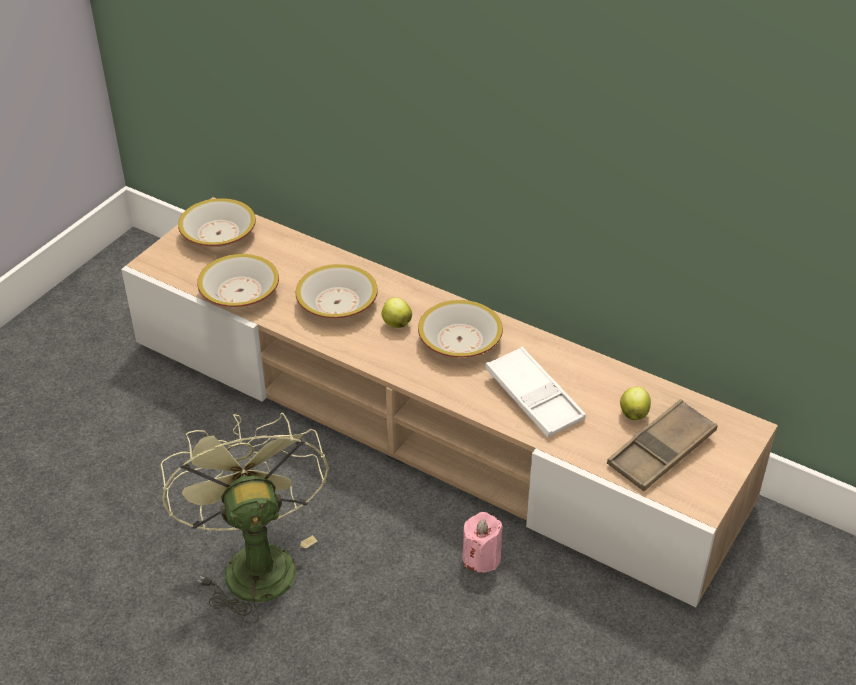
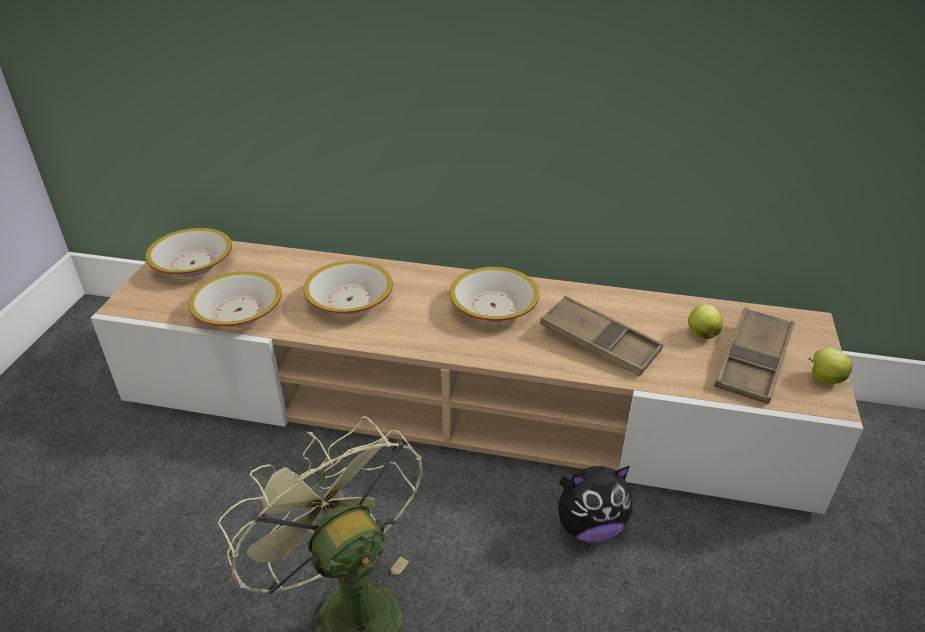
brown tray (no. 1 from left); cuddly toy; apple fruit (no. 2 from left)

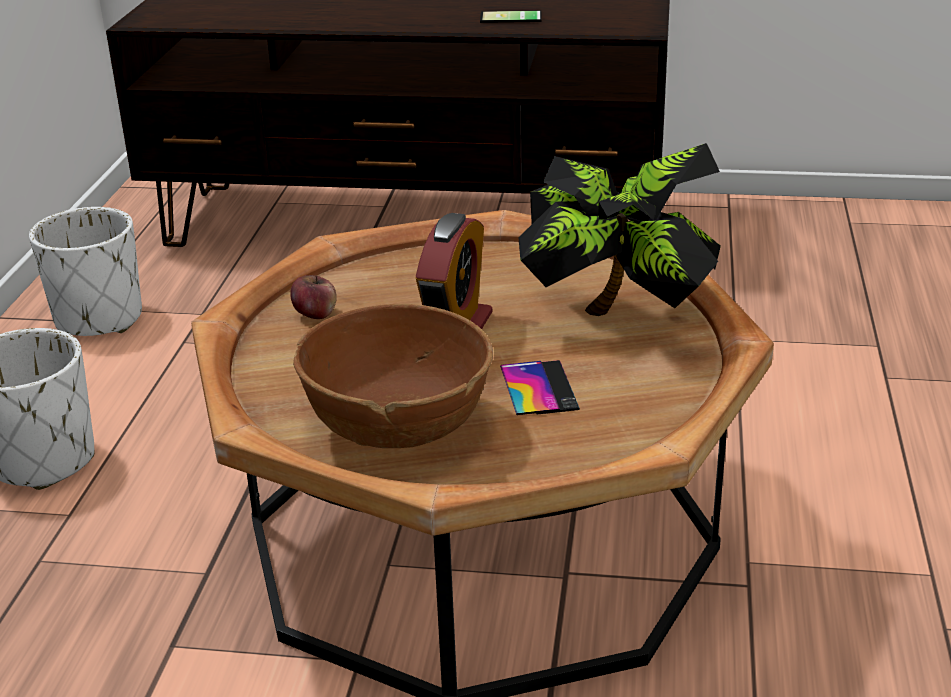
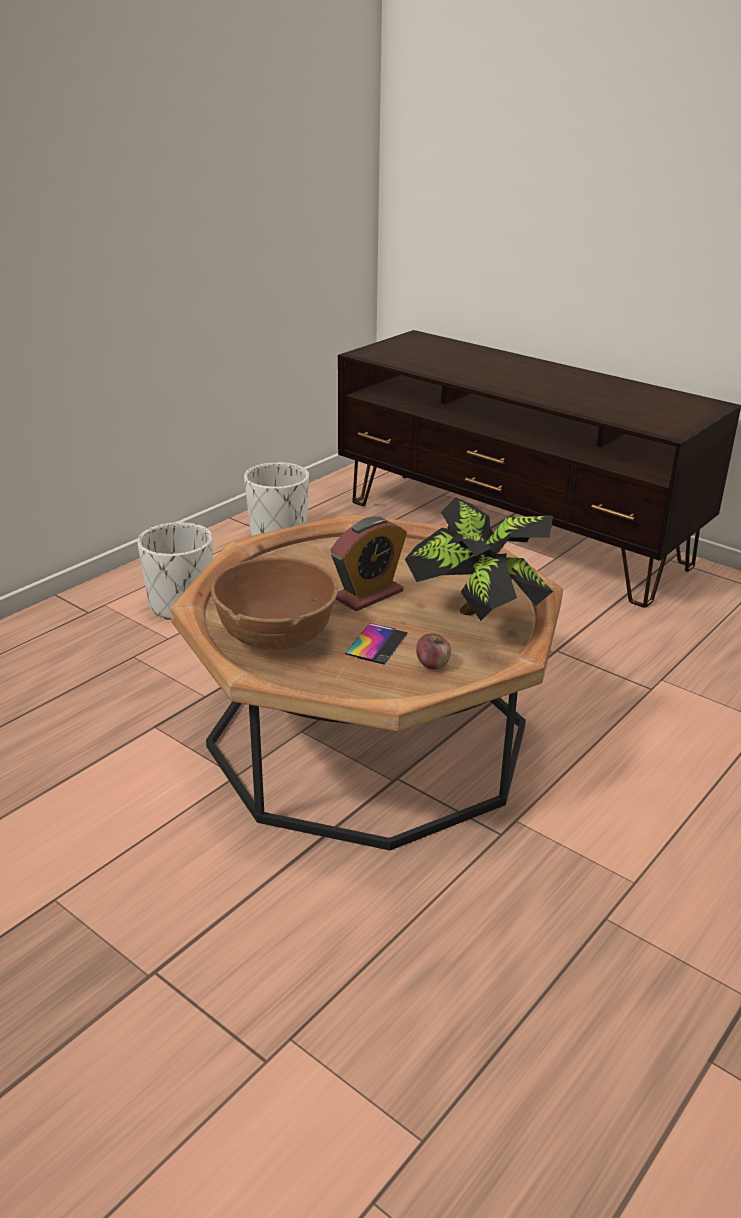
apple fruit; handset (no. 1 from left in the first image)

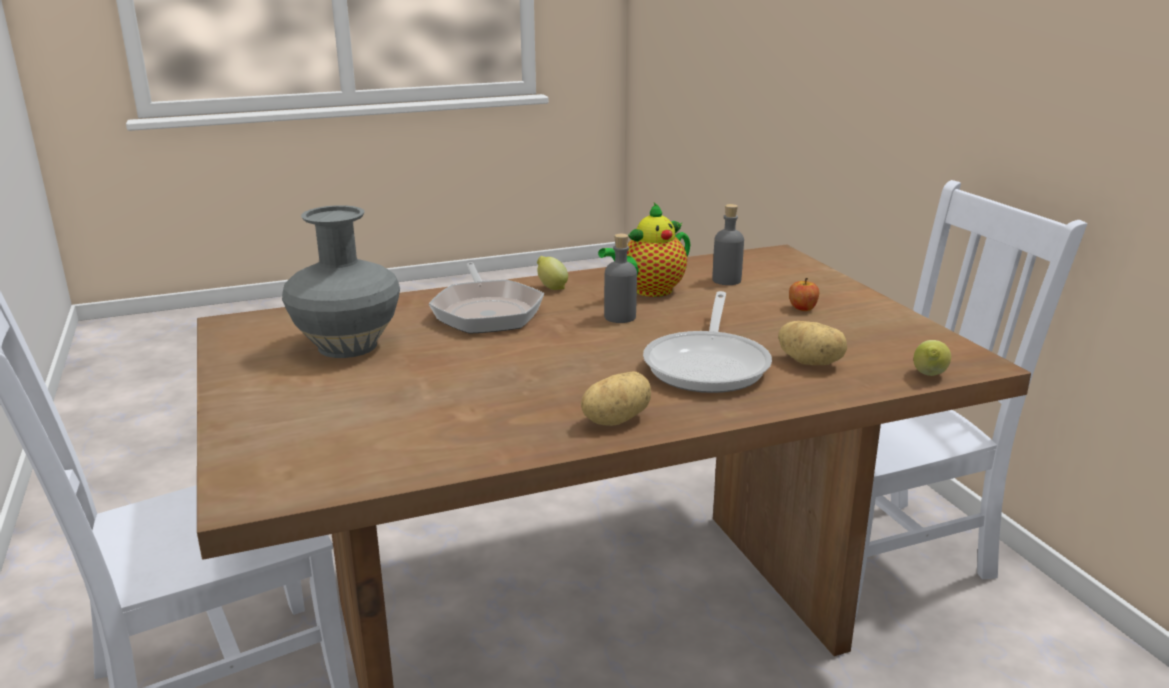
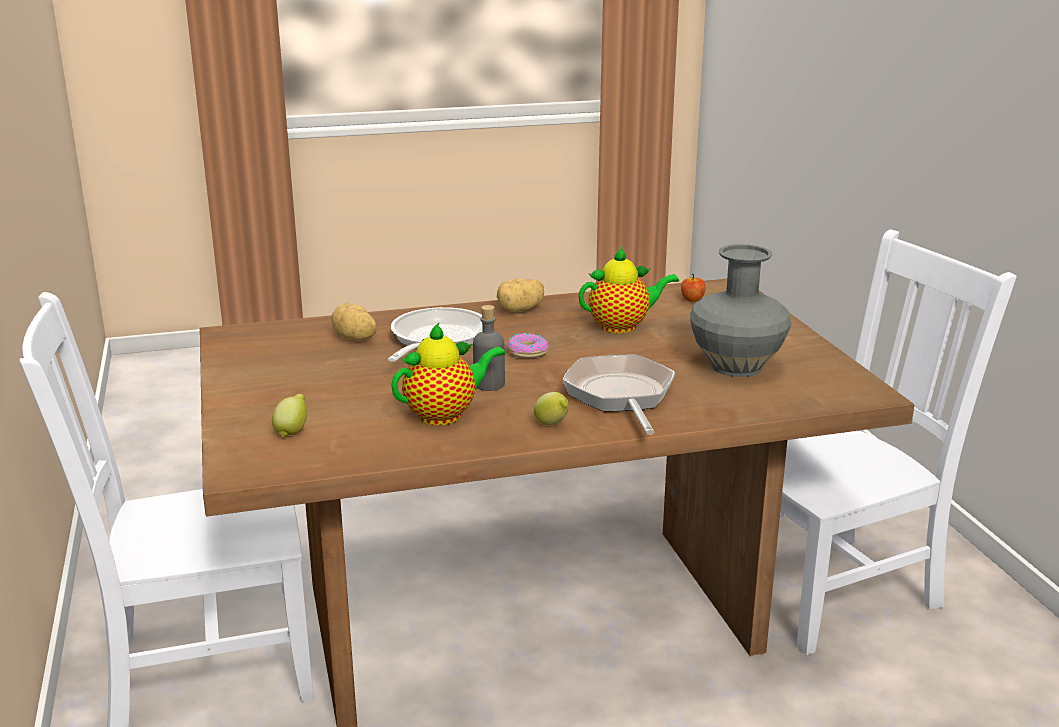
lemon (no. 1 from left); doughnut; teapot (no. 2 from left); apple fruit; grey beverage bottle (no. 2 from left in the first image)

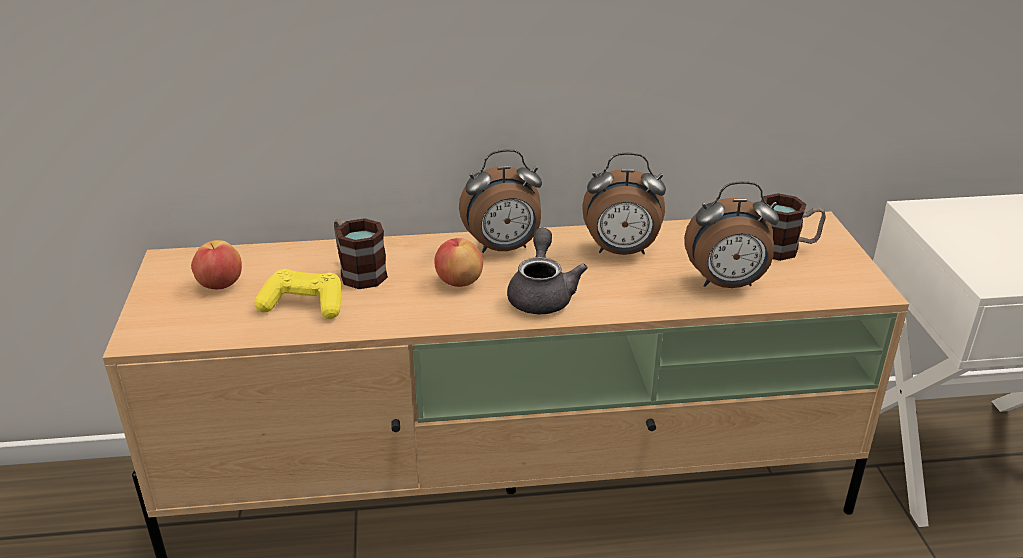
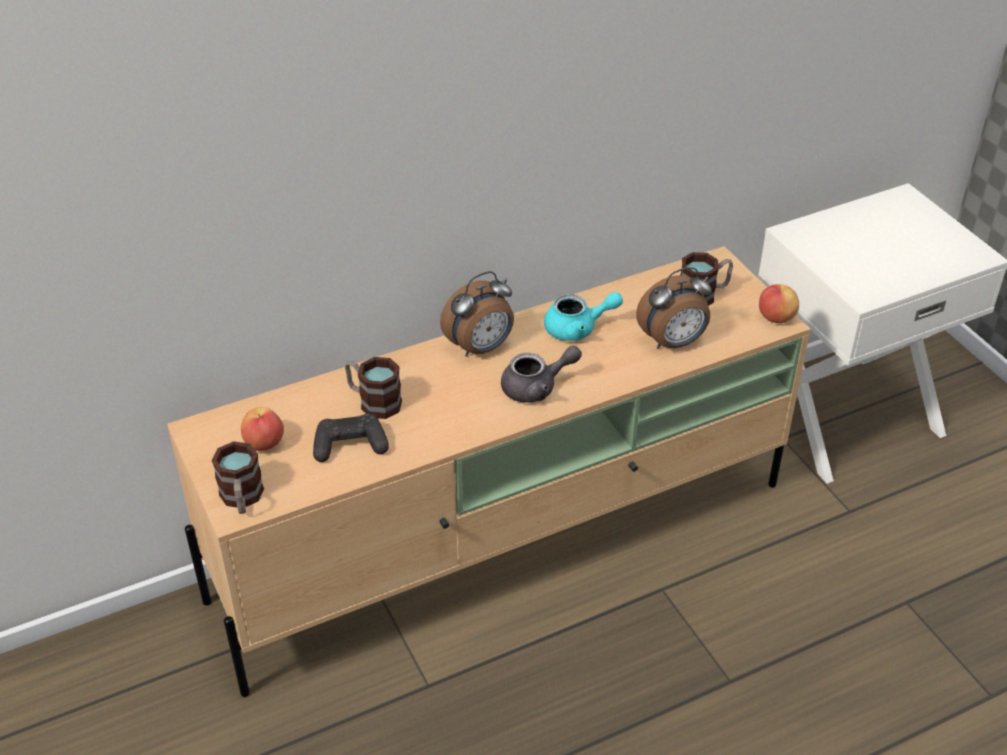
coffee mug (no. 1 from left); blackish gamepad; grey teapot; turquoise-coloured teapot; apple fruit (no. 2 from left)

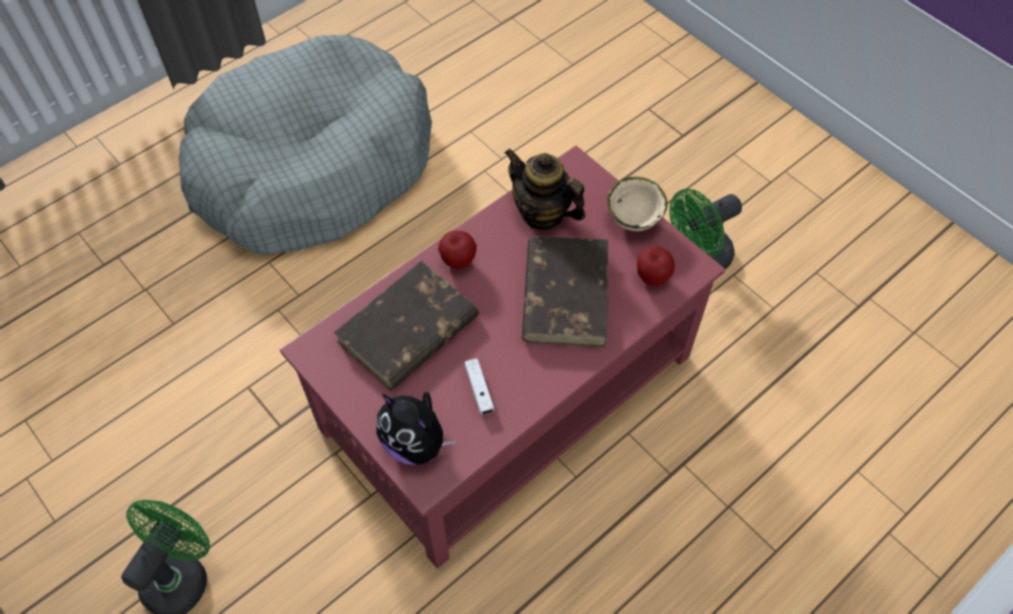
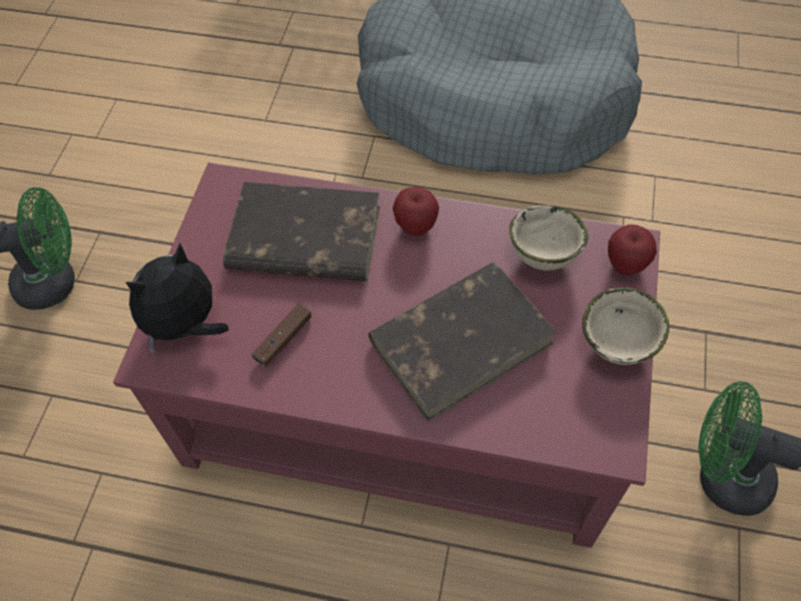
cuddly toy; brown gamepad; beige deep dish (no. 1 from left); apple fruit (no. 2 from left)

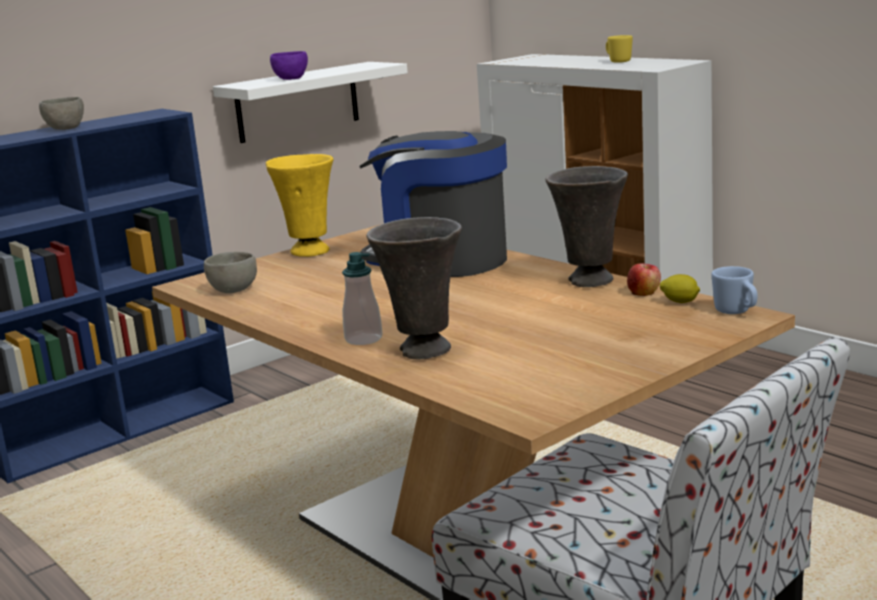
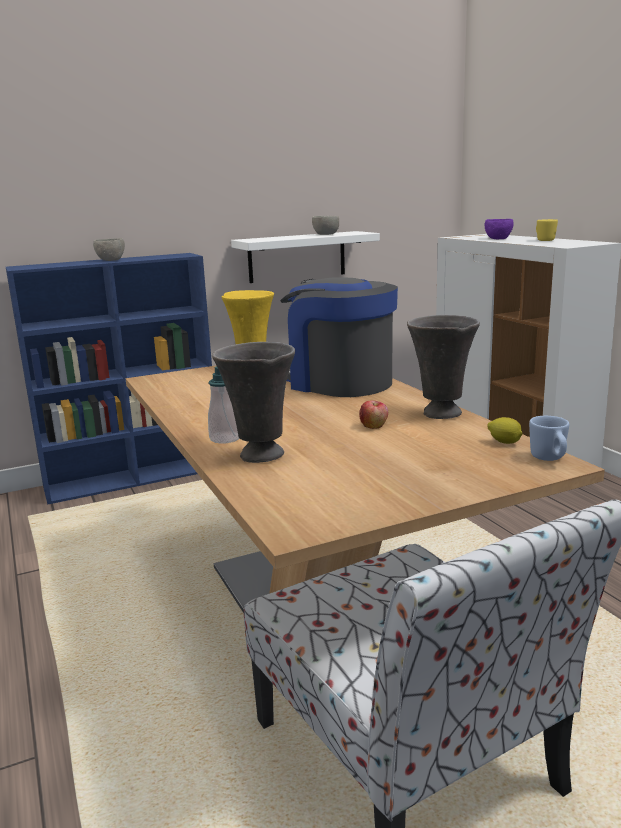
grey deep dish (no. 2 from left); apple fruit; purplish deep dish

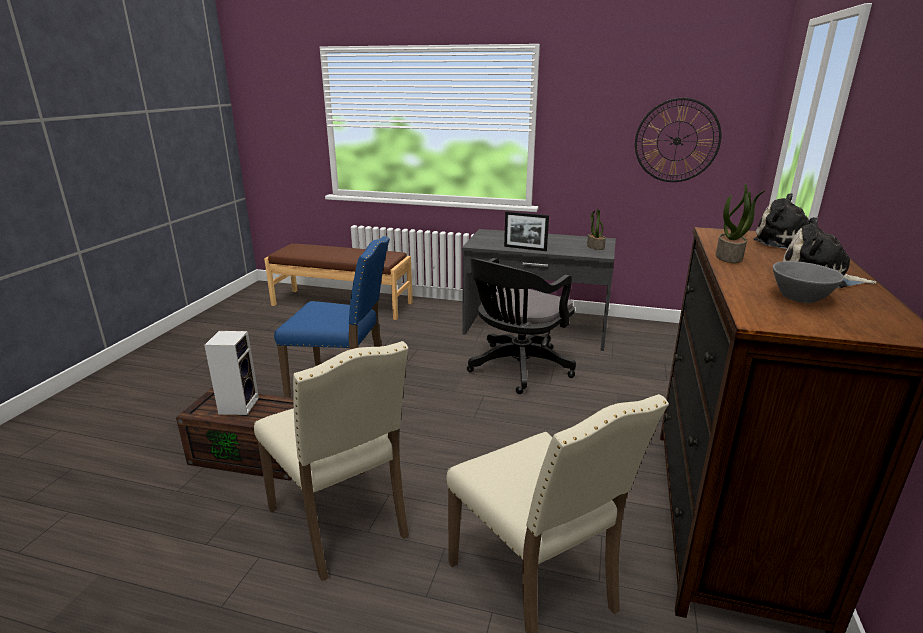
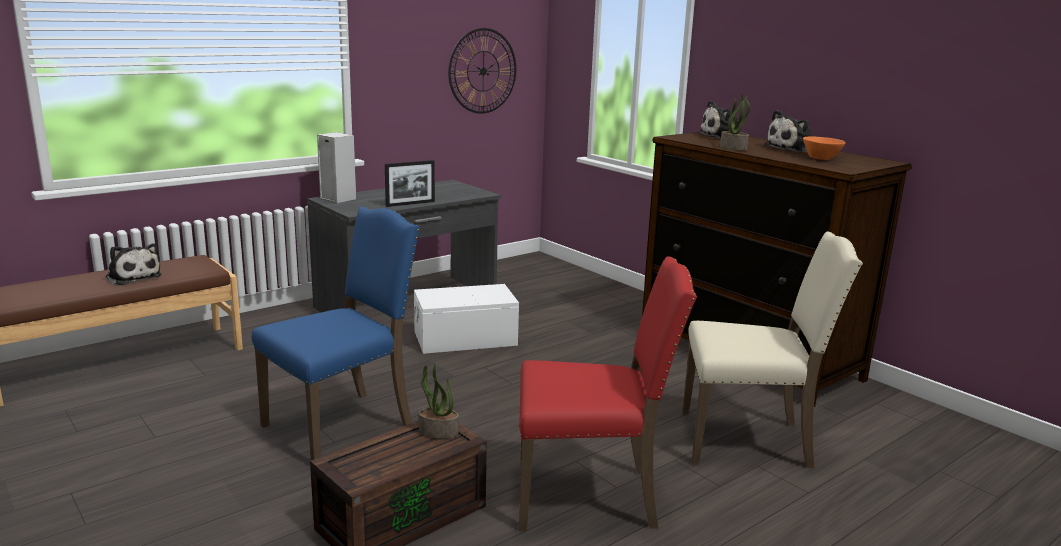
cuddly toy (no. 1 from left); audio speaker; white-coloured storage box; potted plant (no. 1 from left); reddish plain chair; orange deep dish

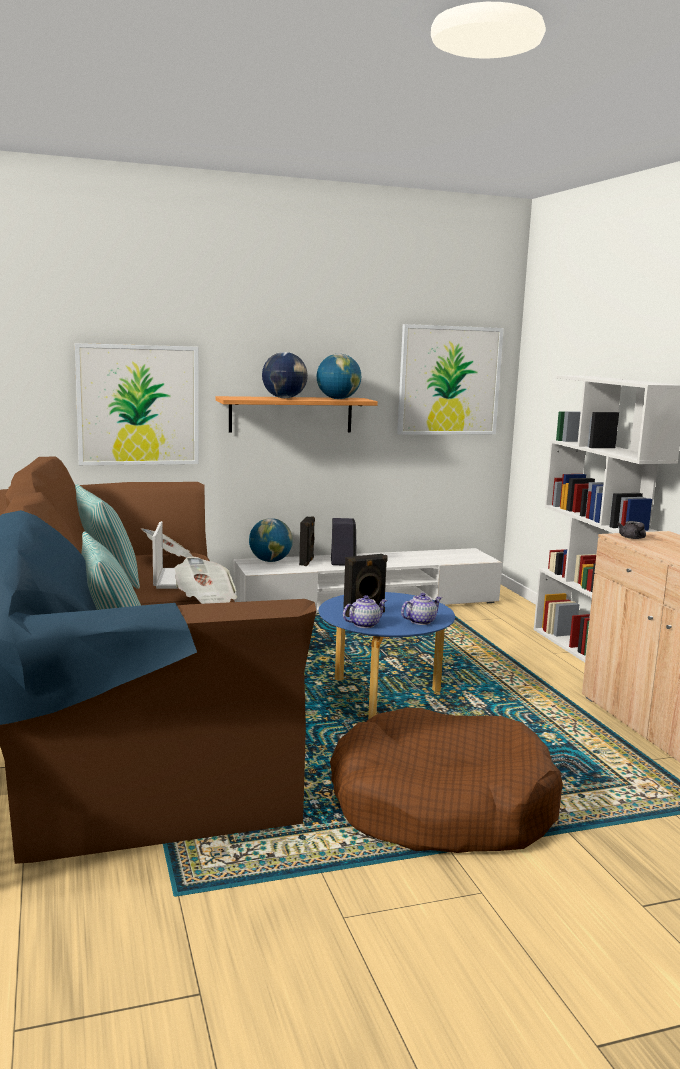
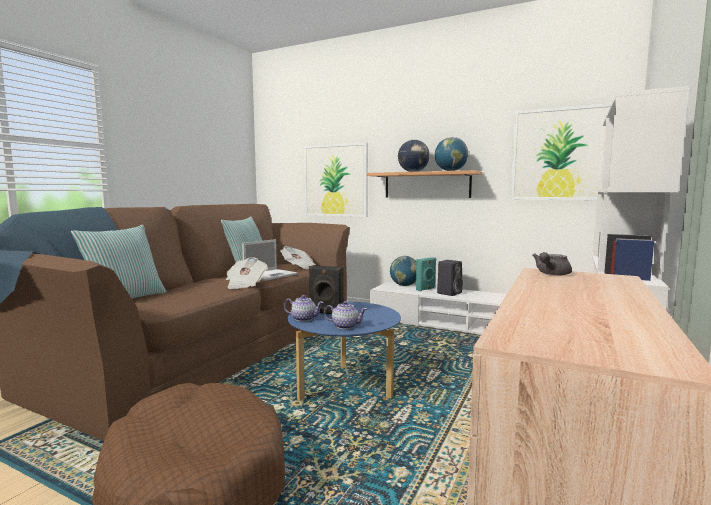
turquoise-coloured audio speaker

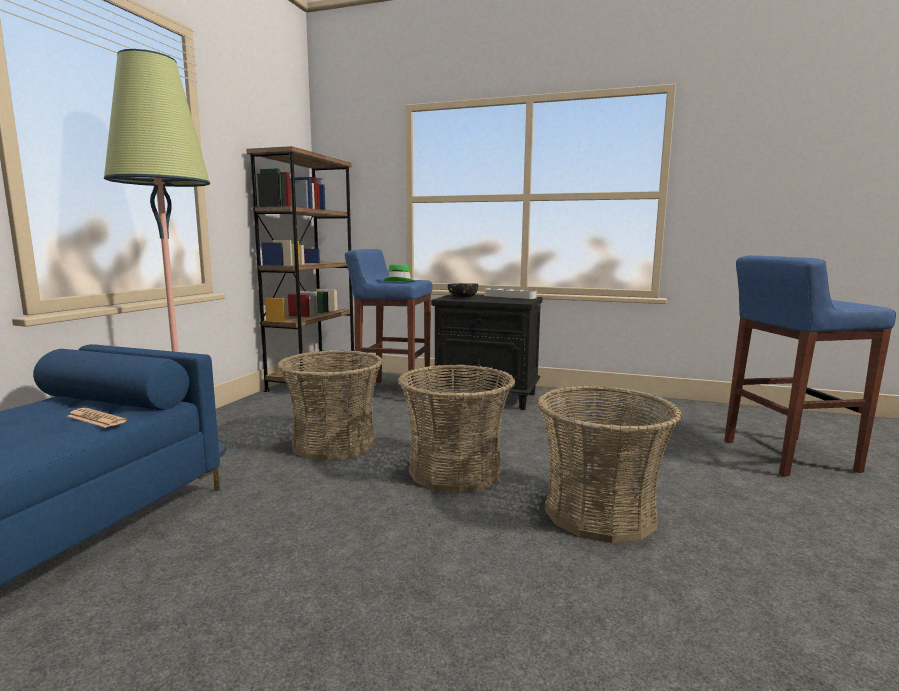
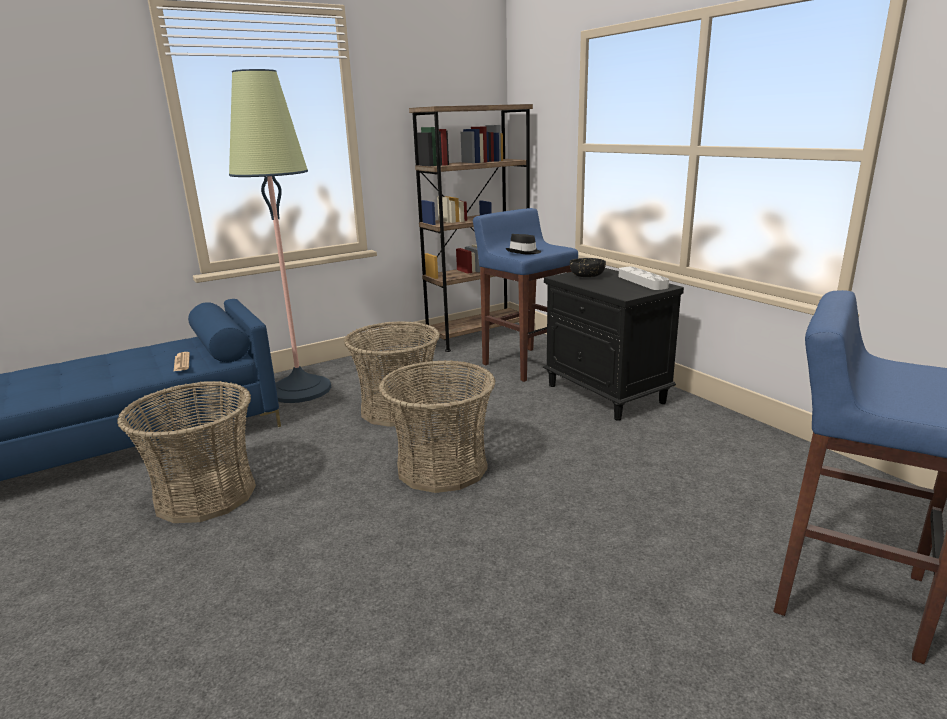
household basket (no. 1 from left); blackish clothing hat

